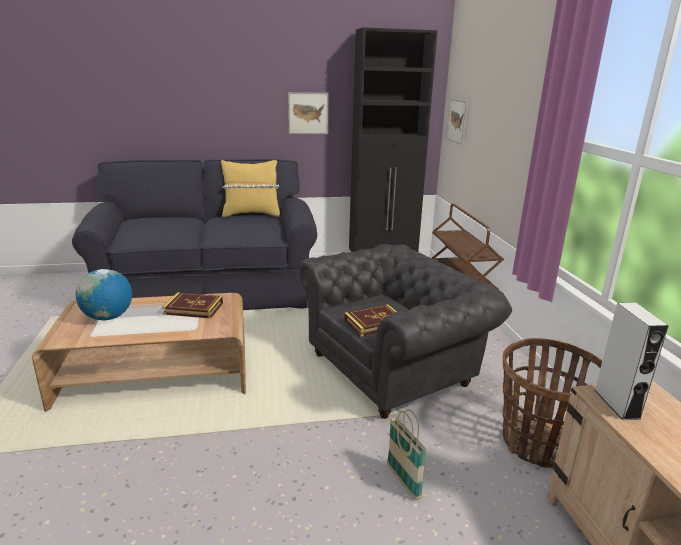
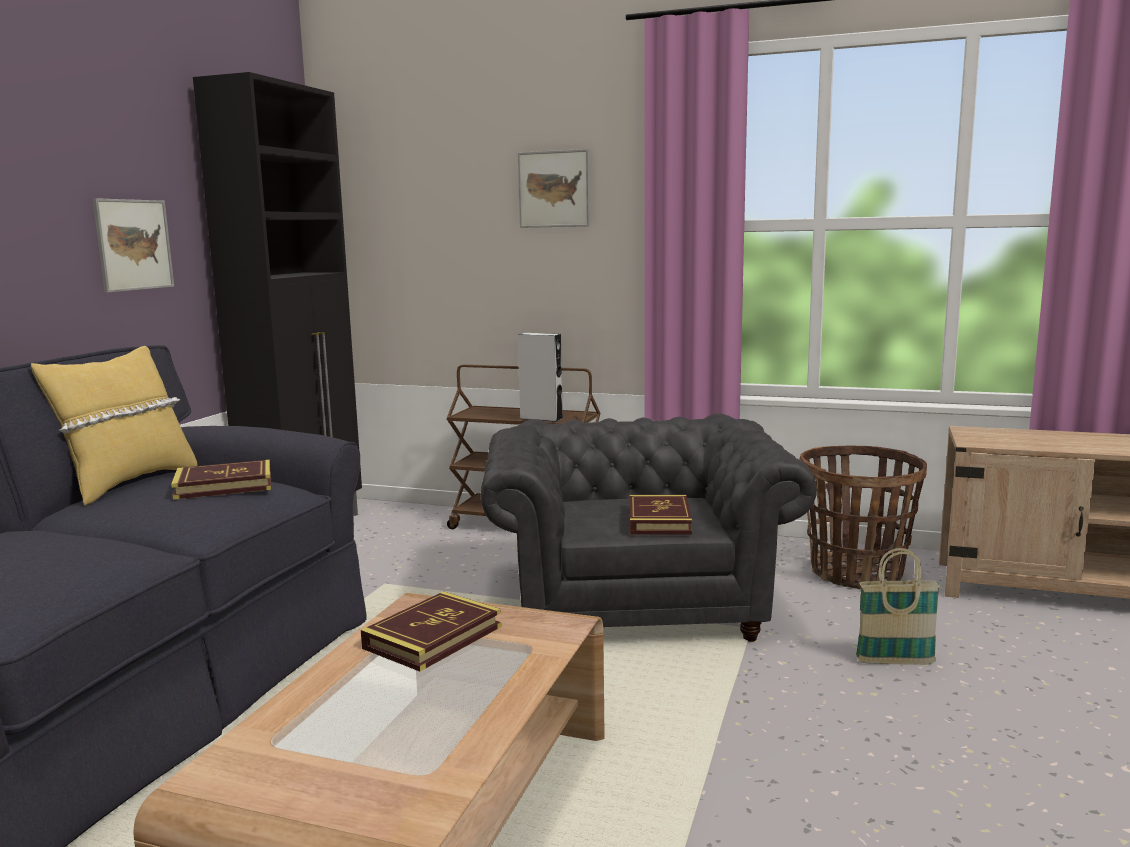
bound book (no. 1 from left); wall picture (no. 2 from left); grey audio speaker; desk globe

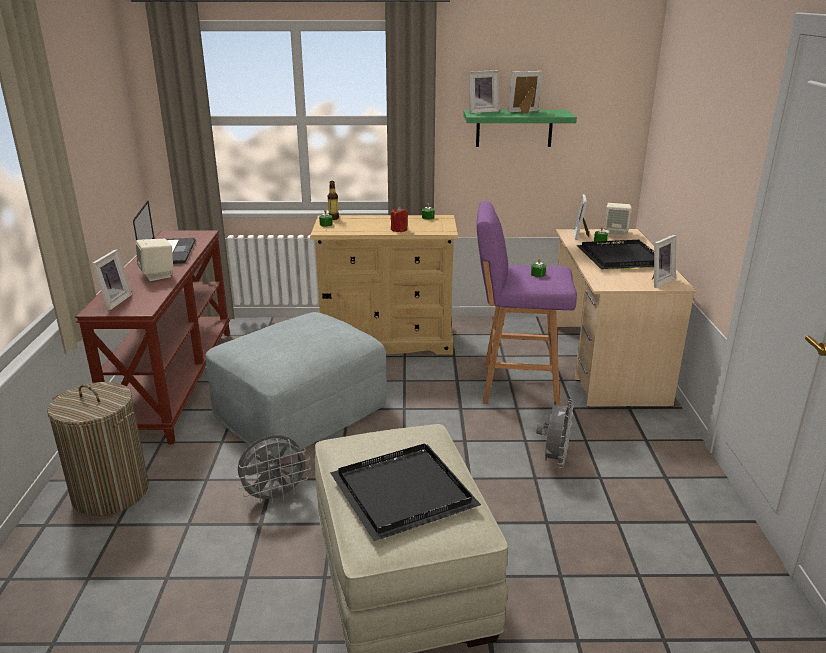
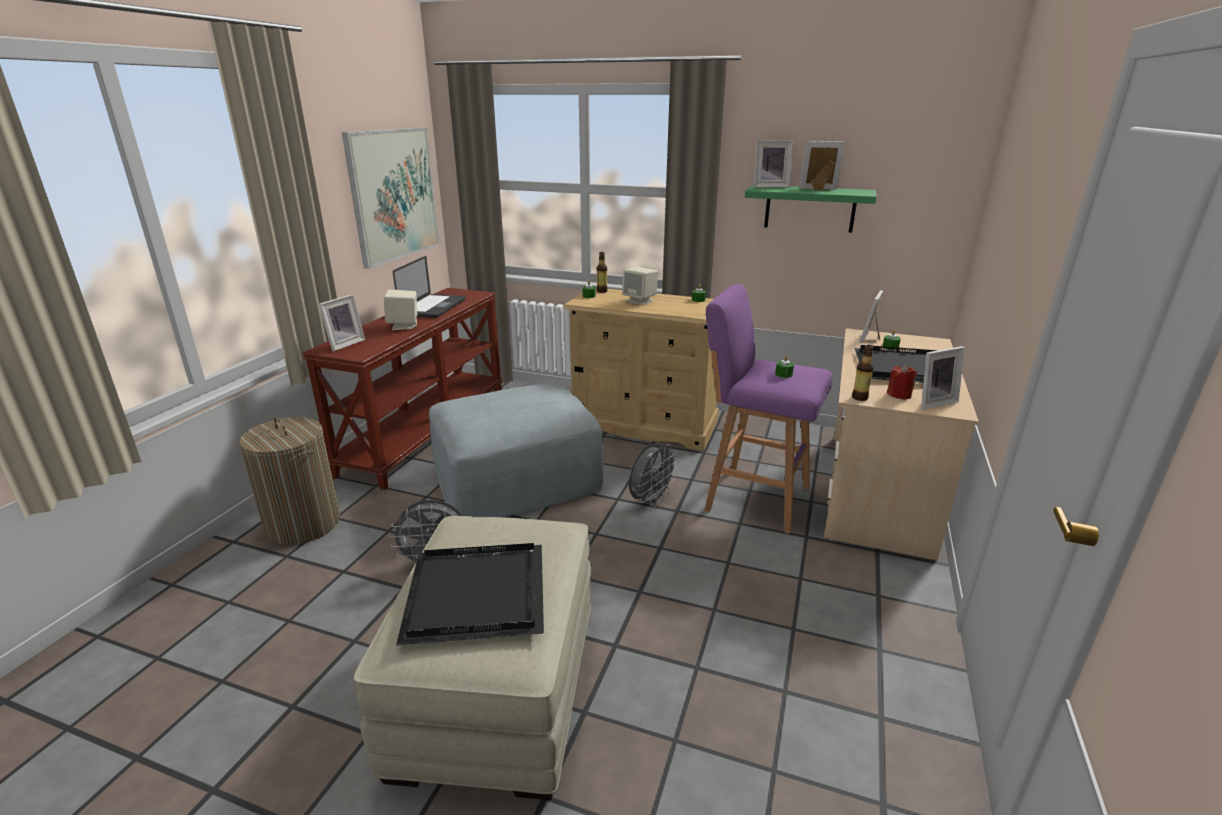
wall picture; beige audio speaker (no. 2 from left); grey electric fan (no. 2 from left); beverage bottle (no. 2 from left); reddish wax light

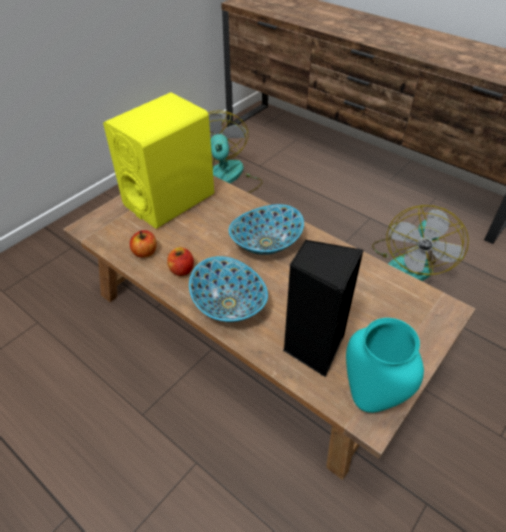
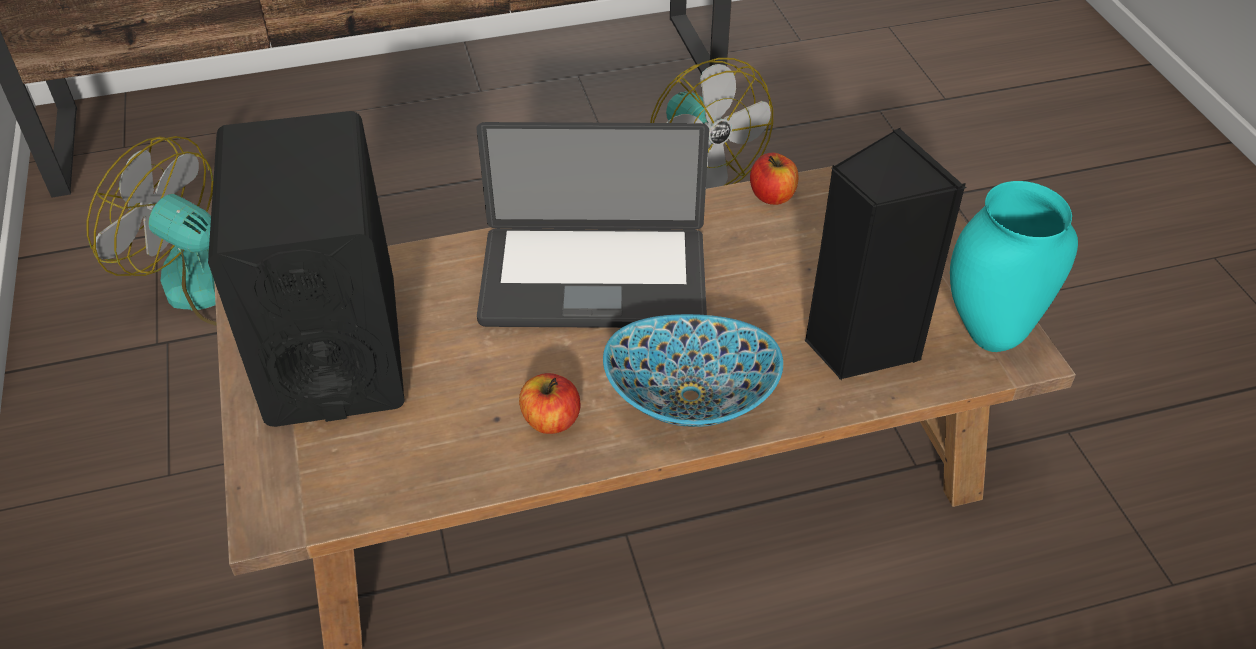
blackish audio speaker (no. 1 from left); laptop; apple fruit (no. 2 from left)

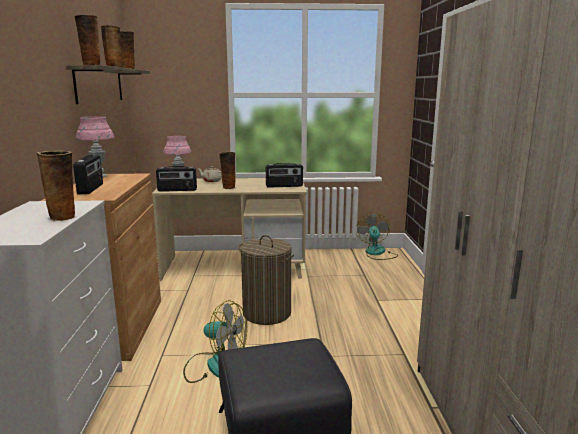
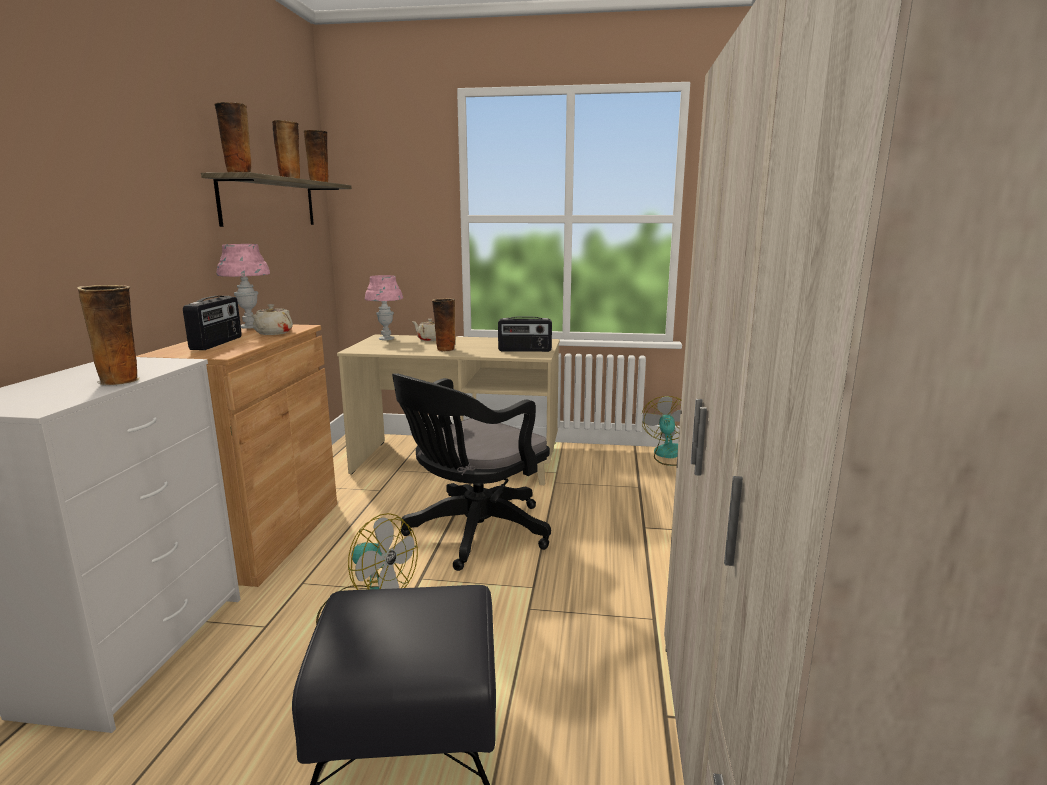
beige teapot (no. 1 from left); blackish computer chair; radio receiver (no. 2 from left in the first image)

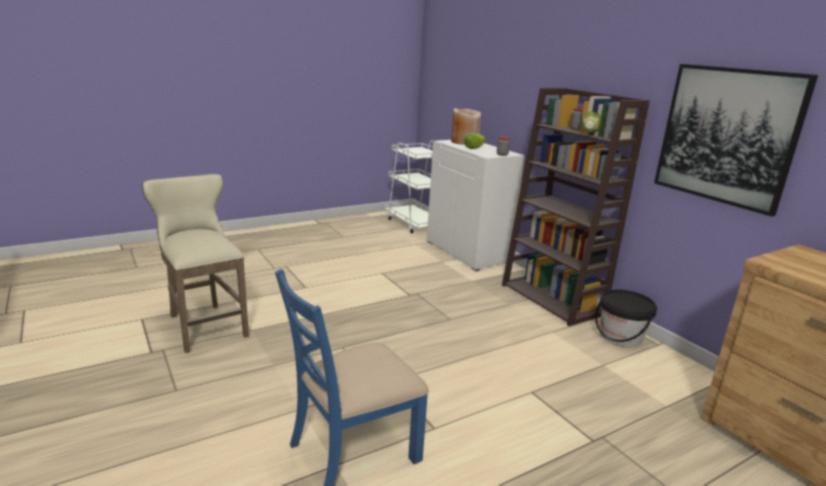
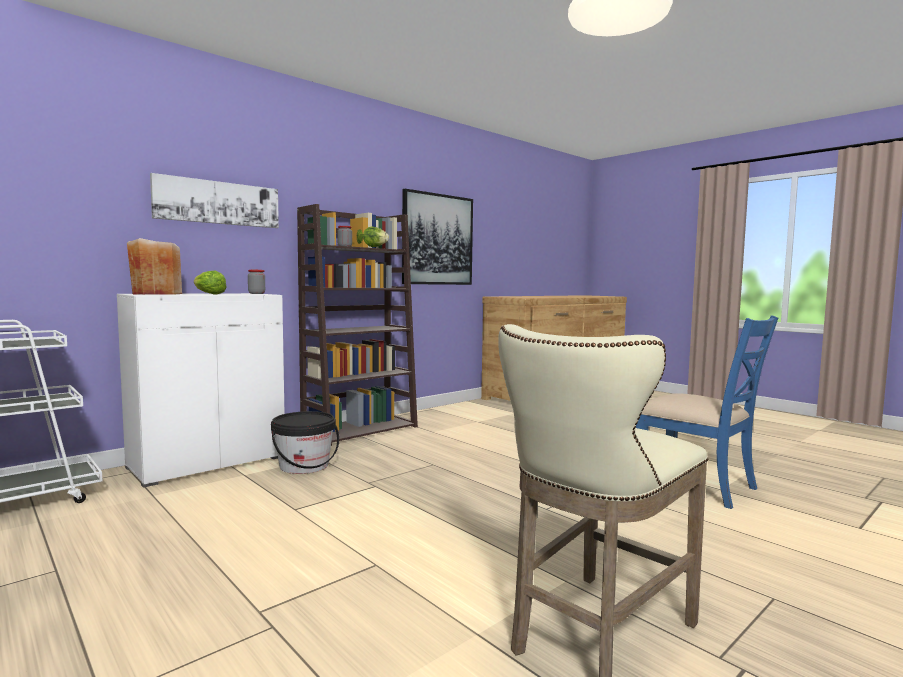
wall picture (no. 1 from left); blackish bucket

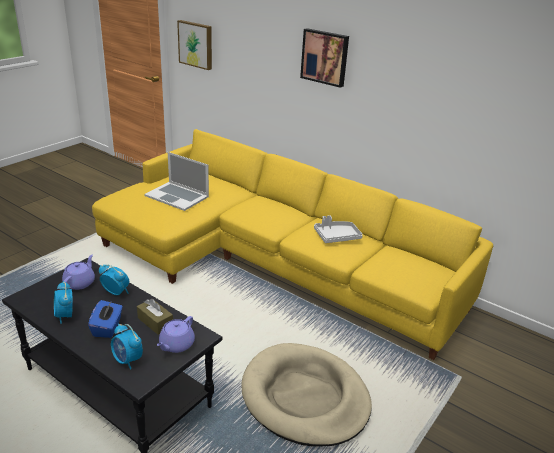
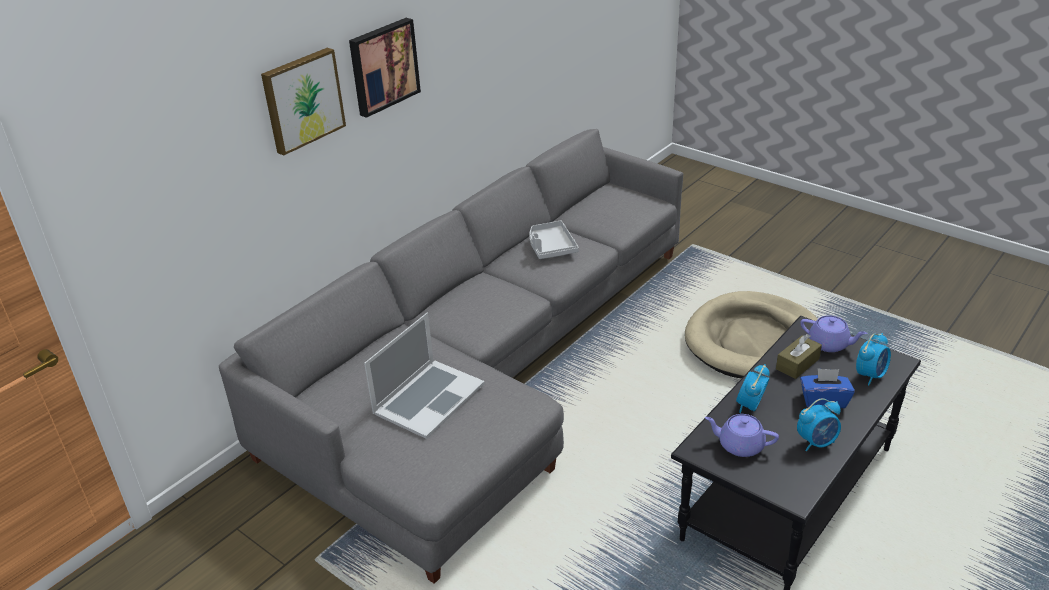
grey settee; wall picture (no. 1 from left)

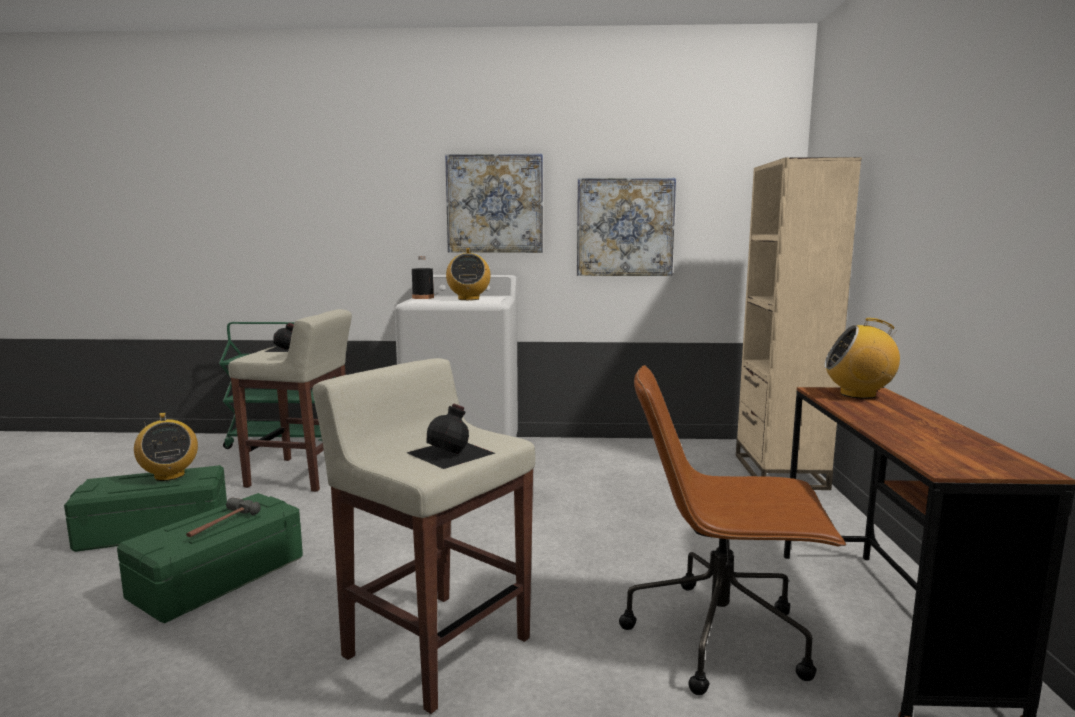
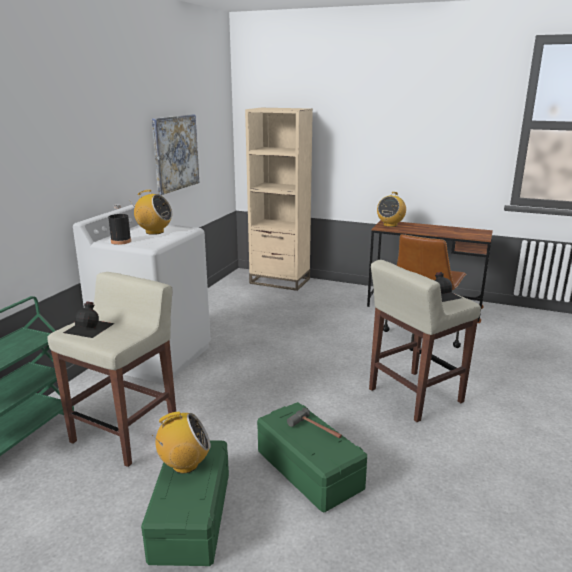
wall picture (no. 1 from left in the first image)

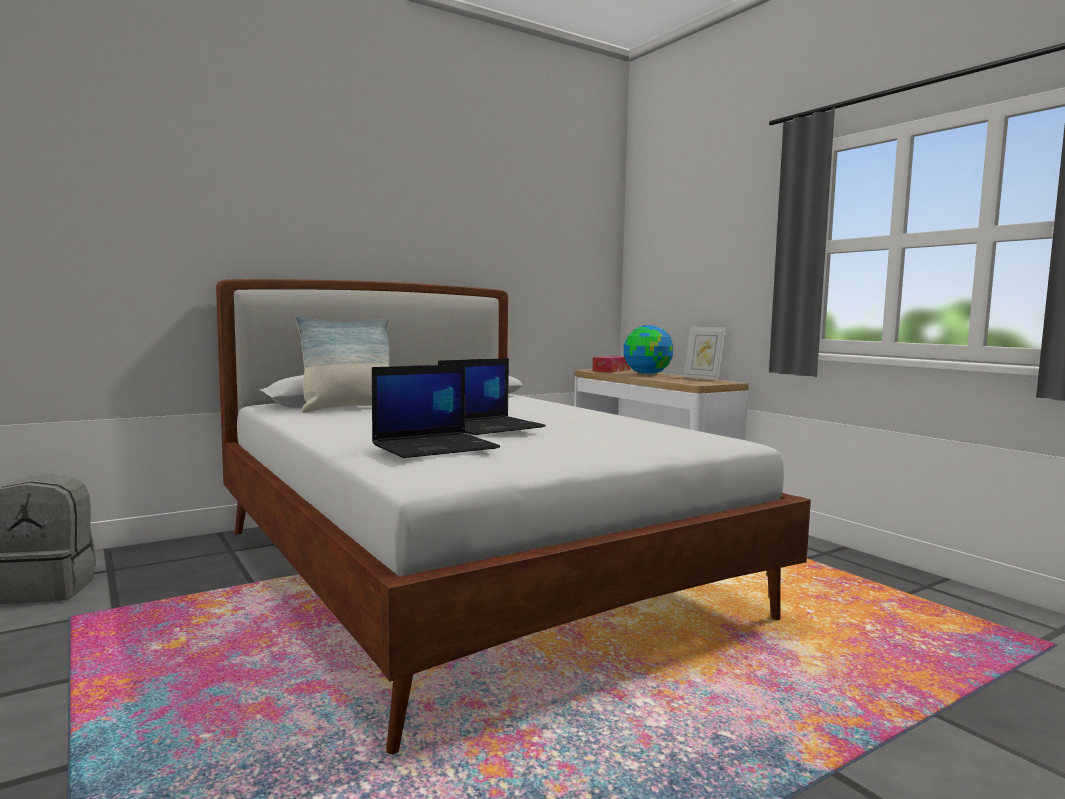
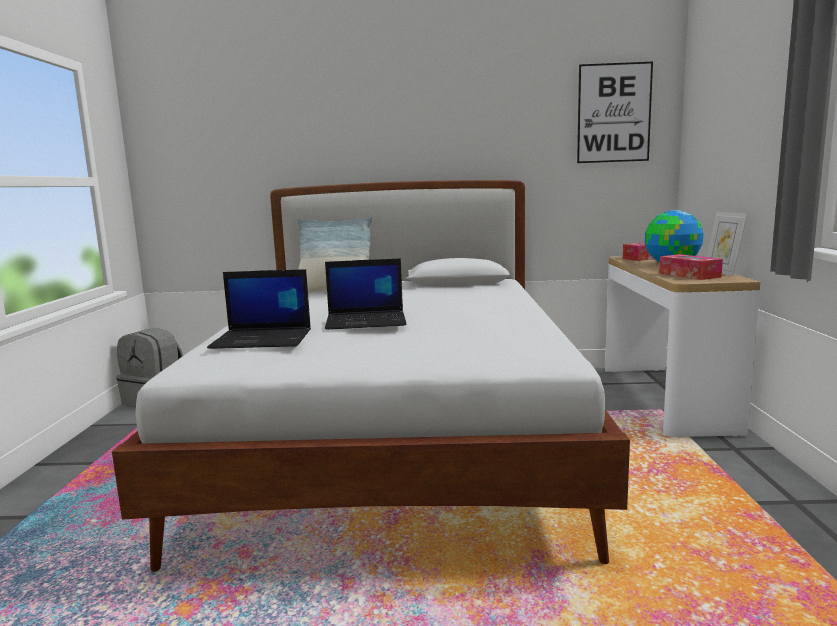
wall picture; tissue holder (no. 2 from left)

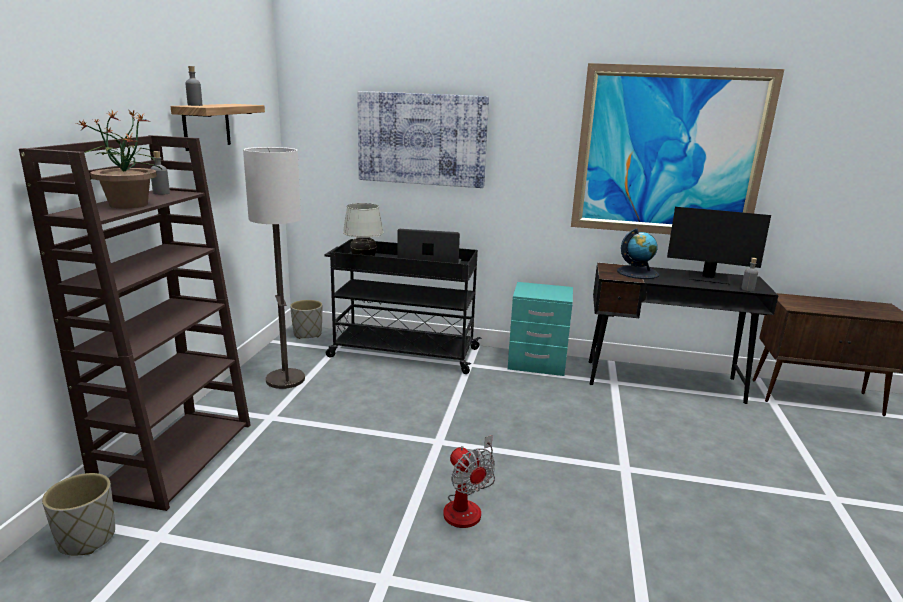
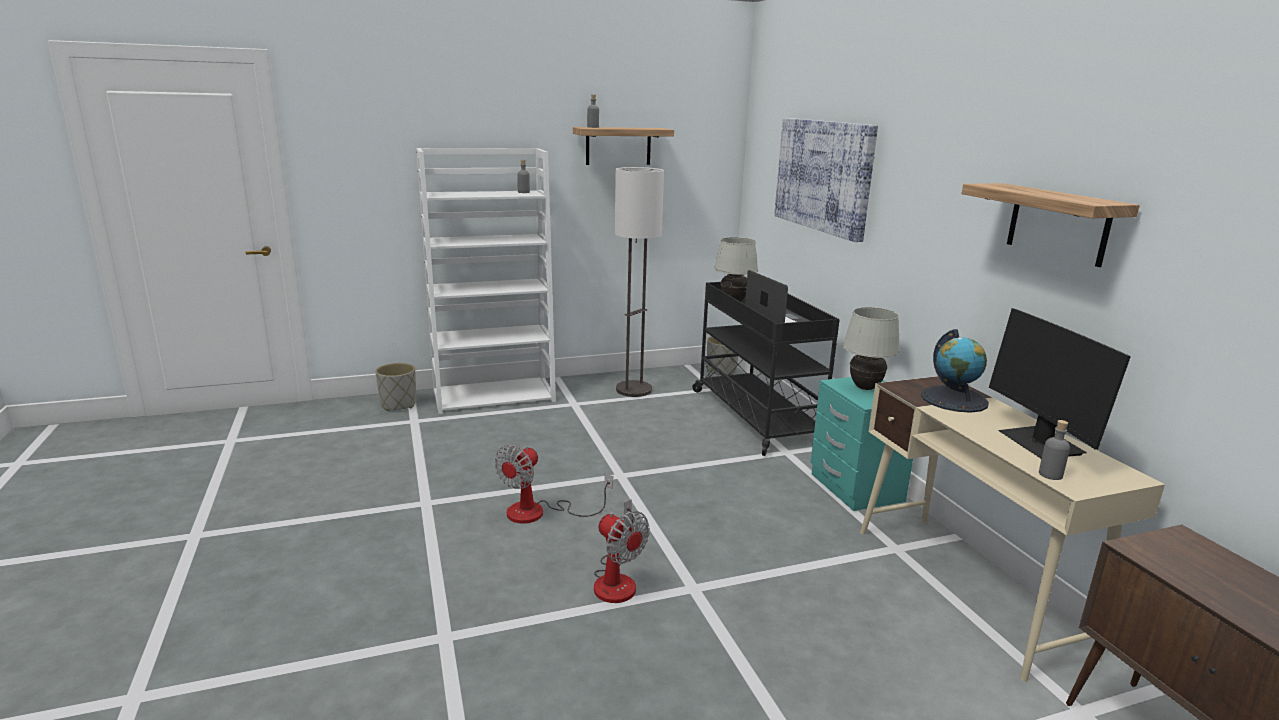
white-coloured shelving unit; electric fan (no. 2 from left); white-coloured tabletop lamp (no. 2 from left); beige desk unit; wall shelf (no. 2 from left); potted plant

